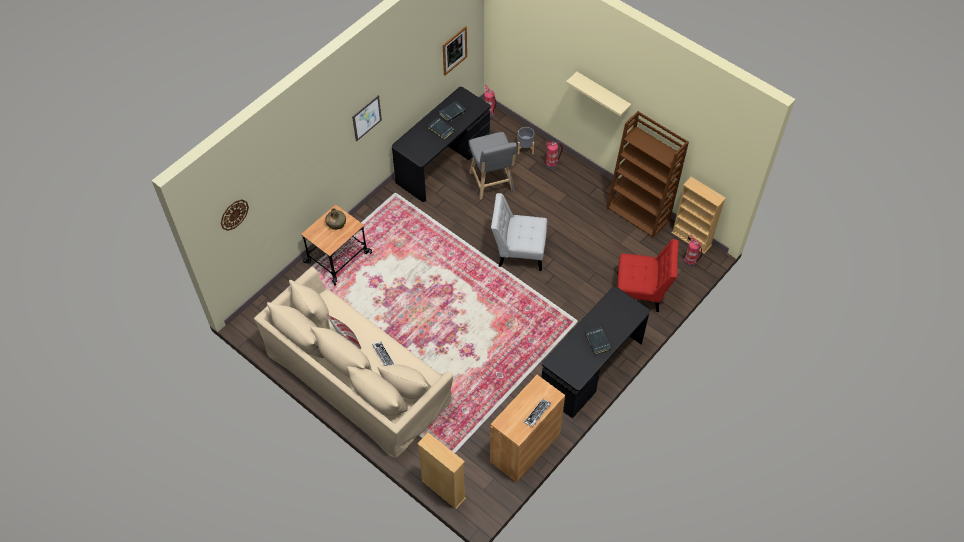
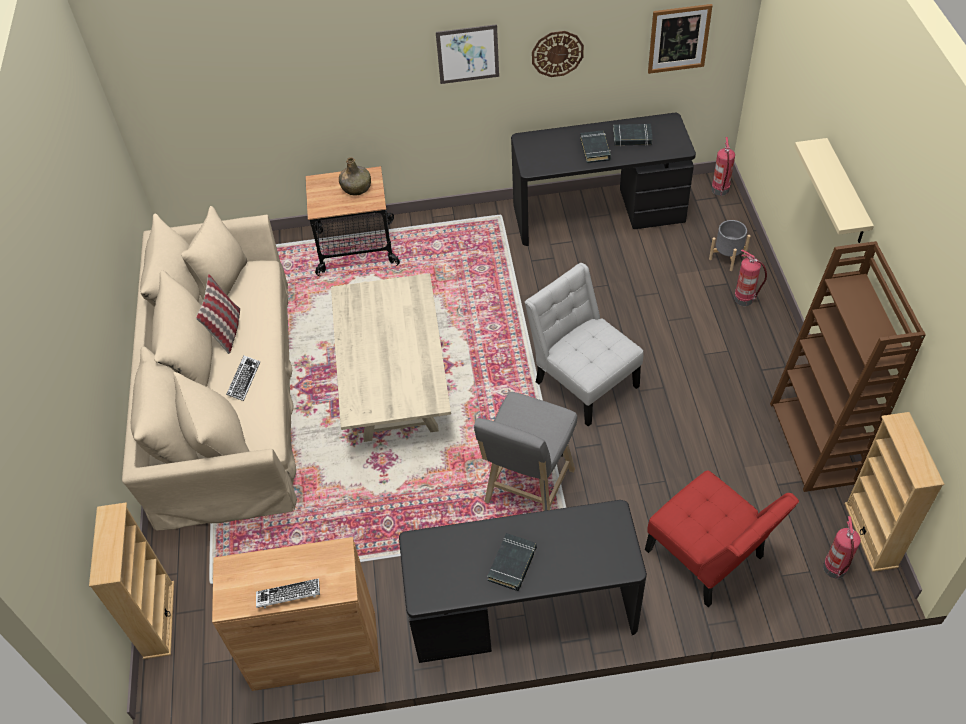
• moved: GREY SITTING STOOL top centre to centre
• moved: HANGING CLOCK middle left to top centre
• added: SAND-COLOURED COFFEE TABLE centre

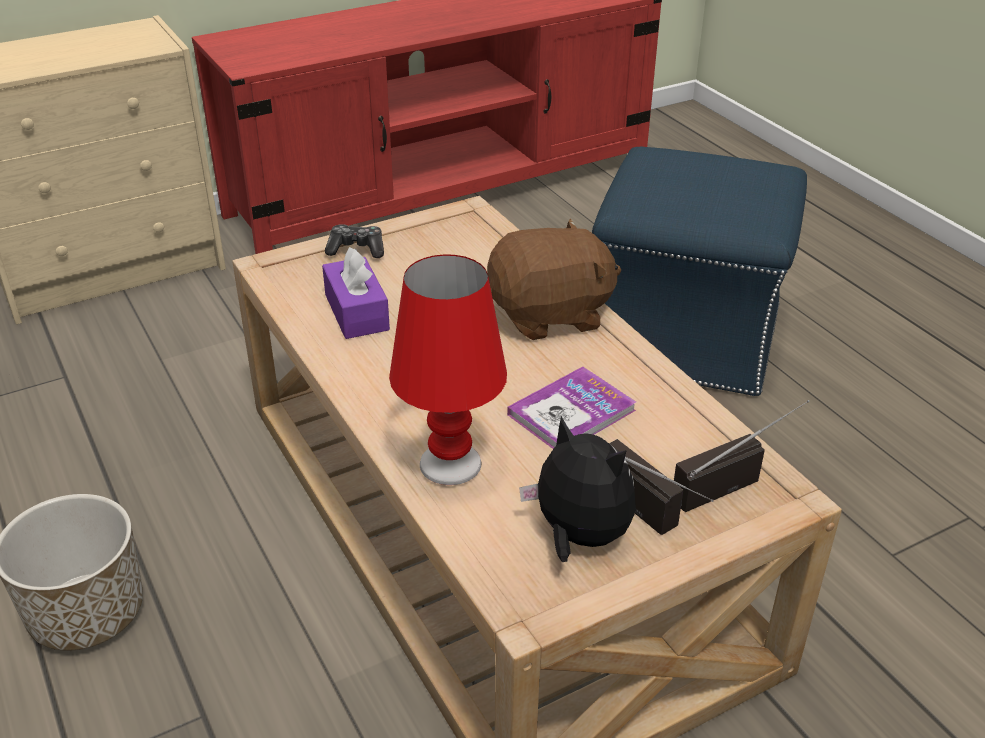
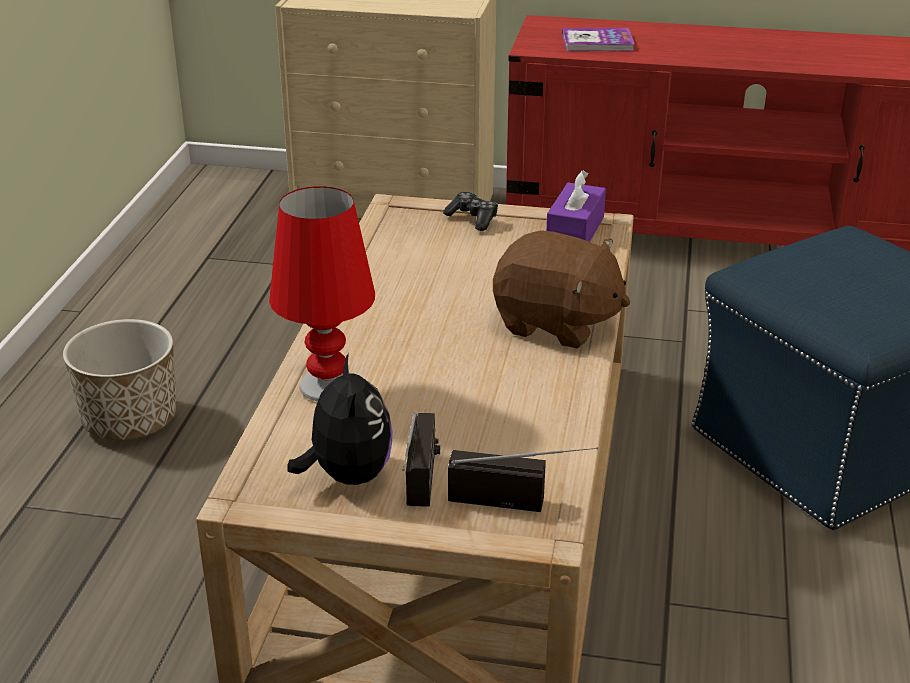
• moved: PURPLISH BOX OF TISSUES centre to top centre
• moved: BOUND BOOK centre to top centre

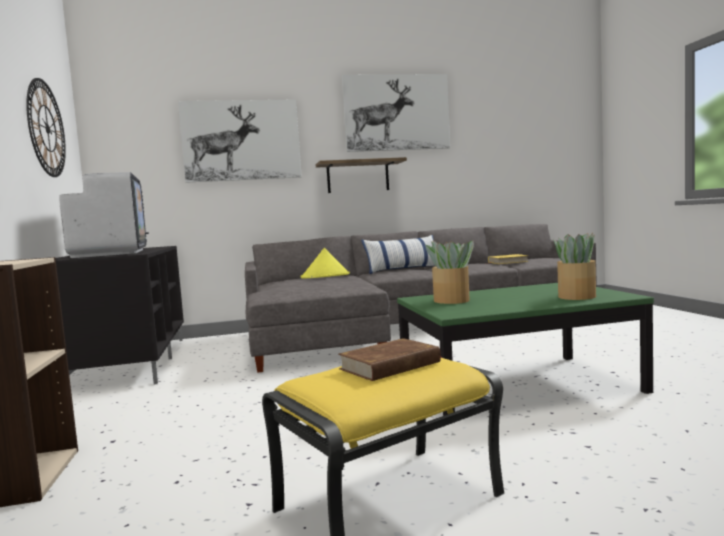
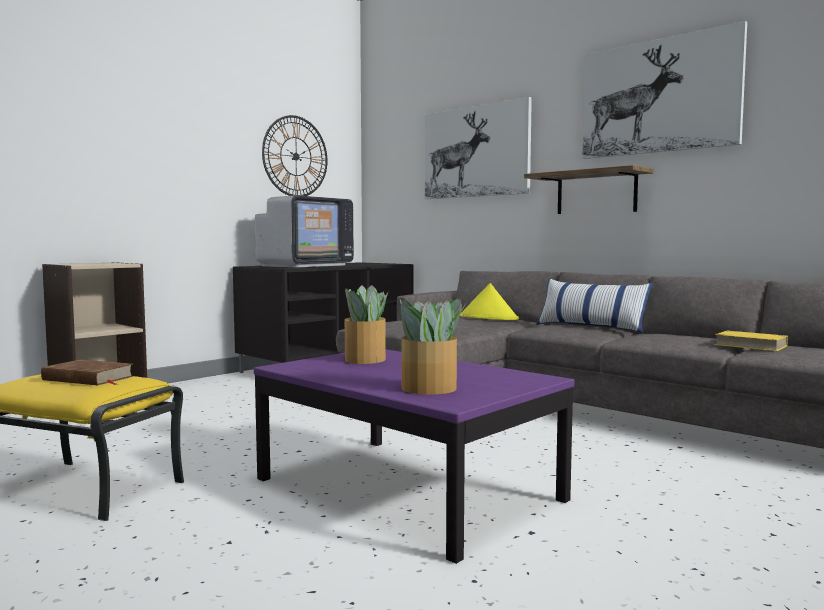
• recoloured: GREENISH COFFEE TABLE middle right to PURPLISH COFFEE TABLE bottom centre

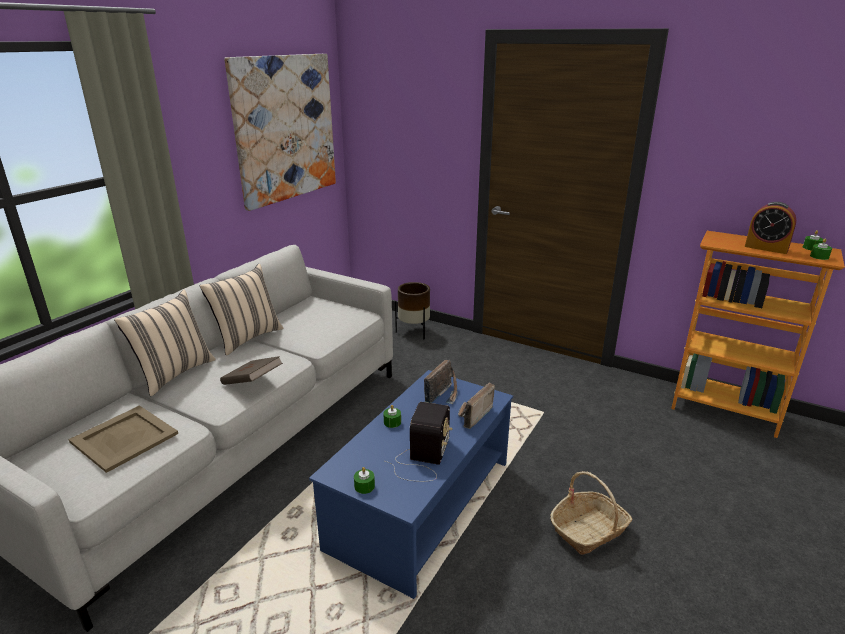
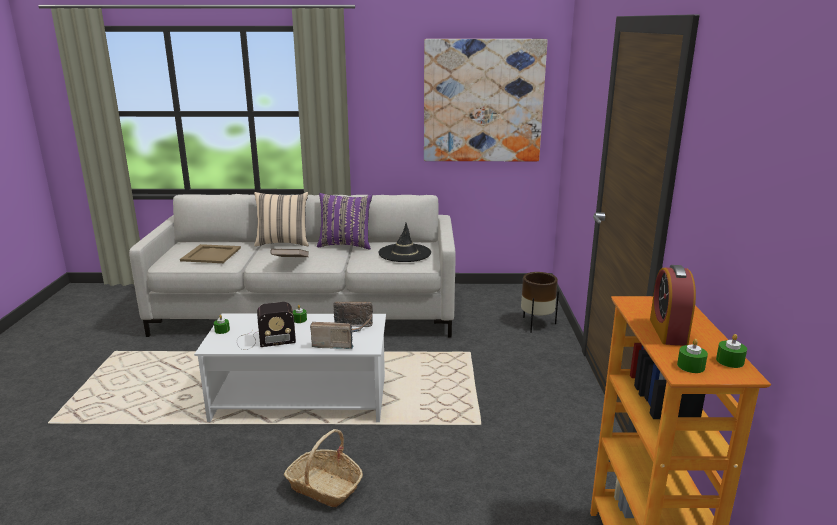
• recoloured: SAND-COLOURED PILLOW (2nd from left) middle left to PURPLISH PILLOW centre
• recoloured: BLUE COFFEE TABLE bottom centre to WHITE COFFEE TABLE bottom centre
• added: BLACKISH WEARABLE HAT centre

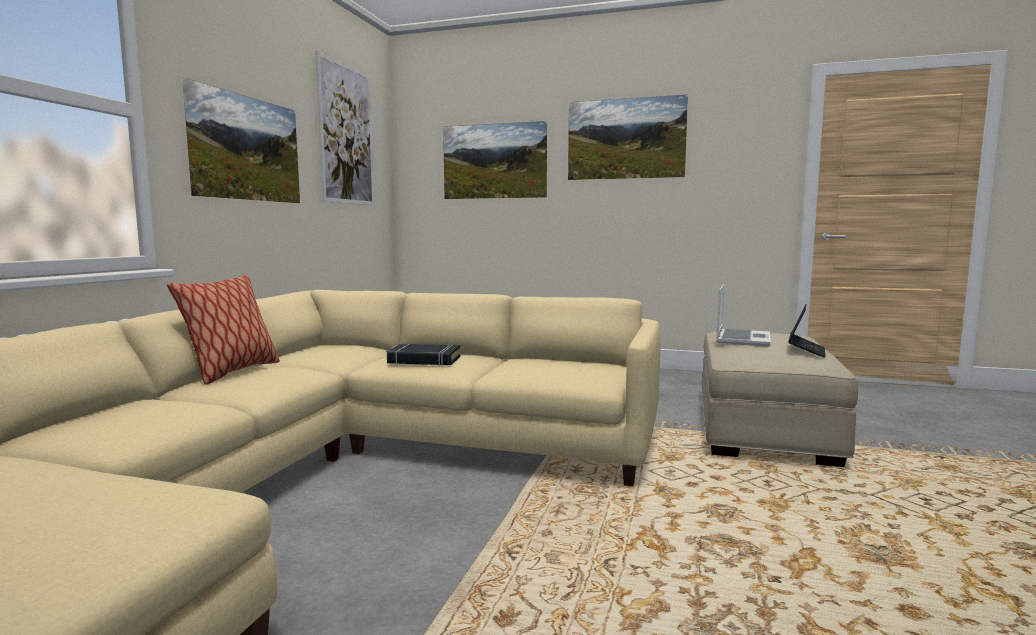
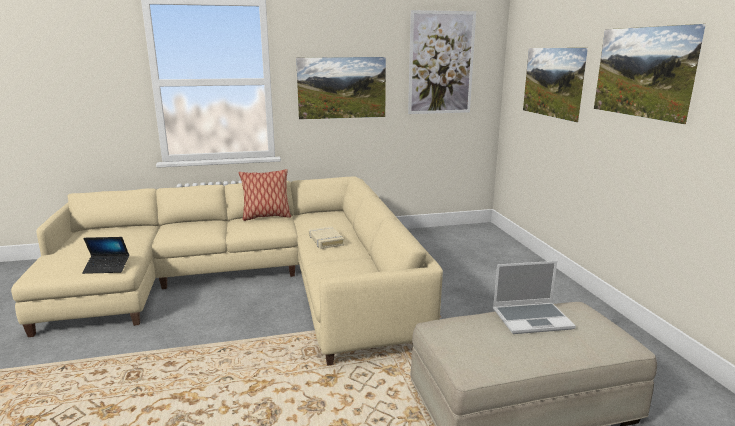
• moved: PORTABLE COMPUTER (2nd from left in the first image) middle right to PORTABLE COMPUTER (1st from left) middle left
• recoloured: BLACKISH BOUND BOOK centre to SAND-COLOURED BOUND BOOK centre

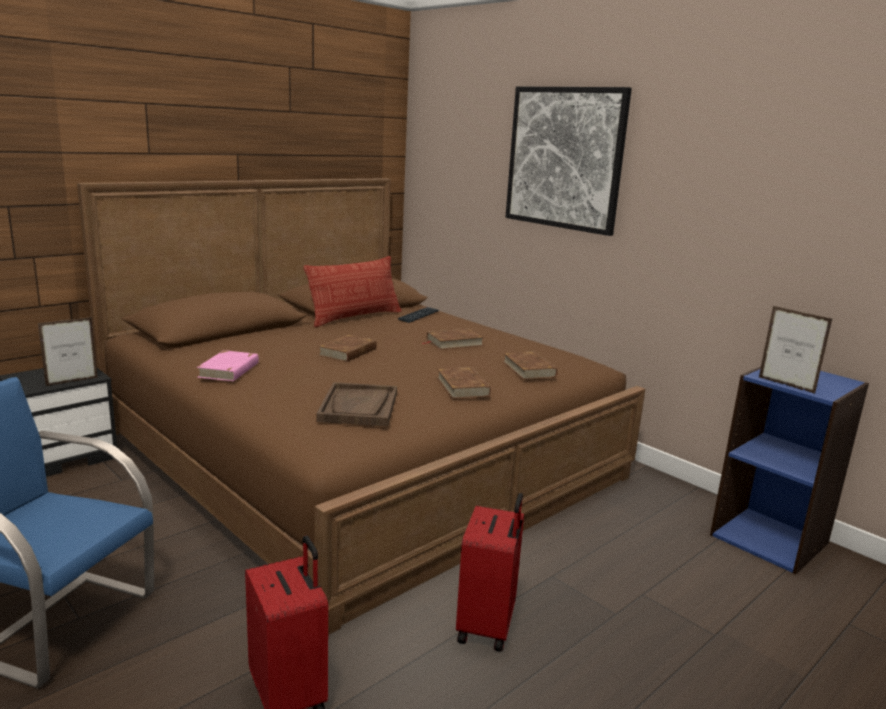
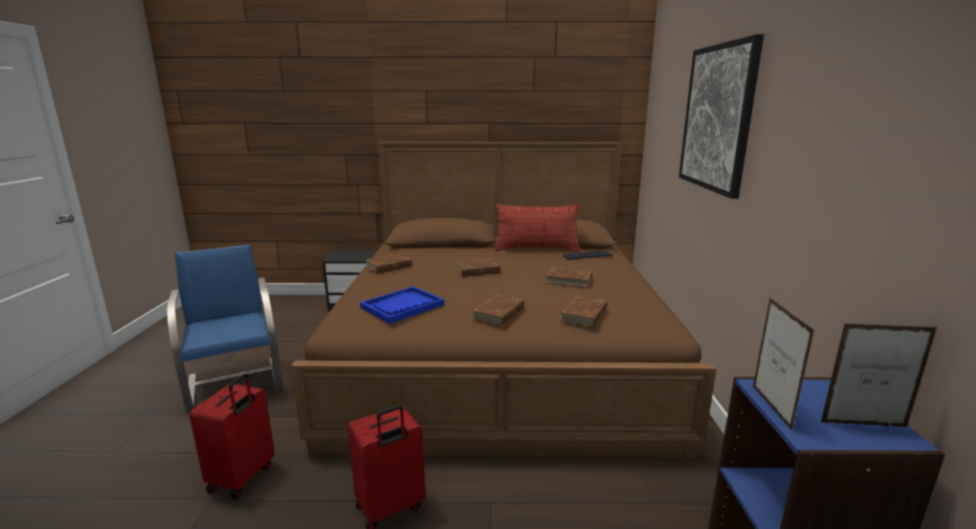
• moved: PICTURE FRAME (1st from left in the first image) middle left to PICTURE FRAME (2nd from left) bottom right
• recoloured: PINK-COLOURED BOUND BOOK middle left to BROWN BOUND BOOK (1st from left) centre
• recoloured: BROWN SERVING TRAY centre to BLUE SERVING TRAY centre

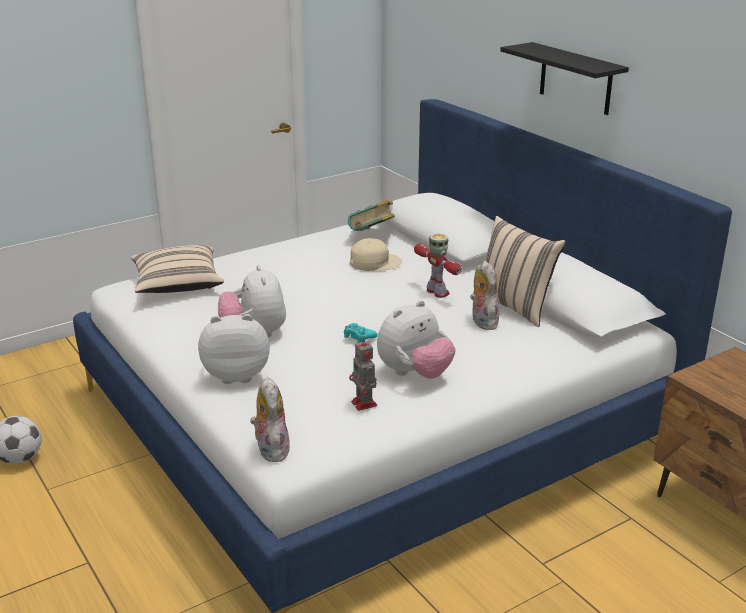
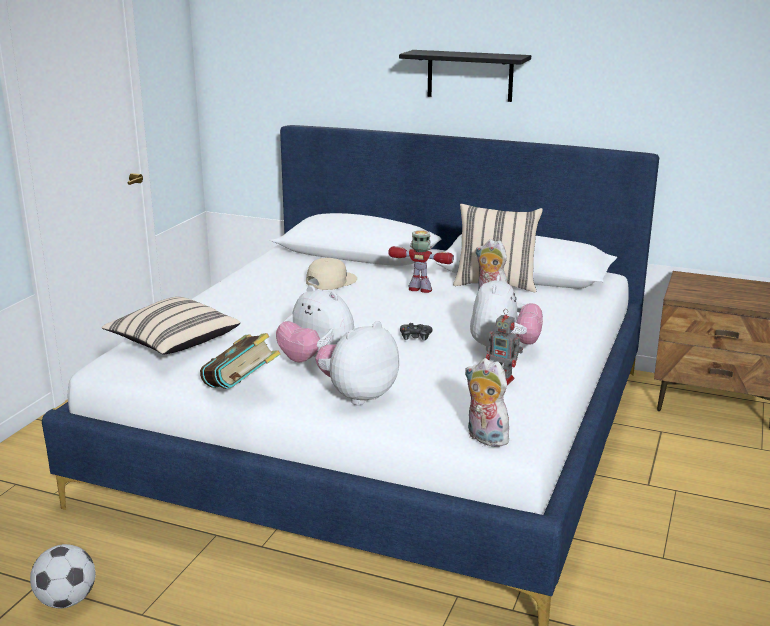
• moved: BOUND BOOK centre to middle left
• recoloured: BLUE-GREEN GAME CONTROLLER centre to BLACKISH GAME CONTROLLER centre

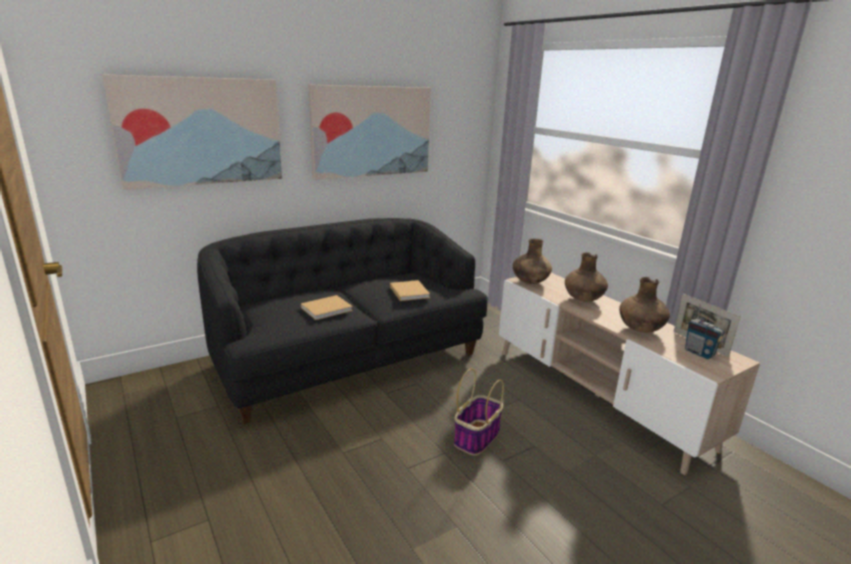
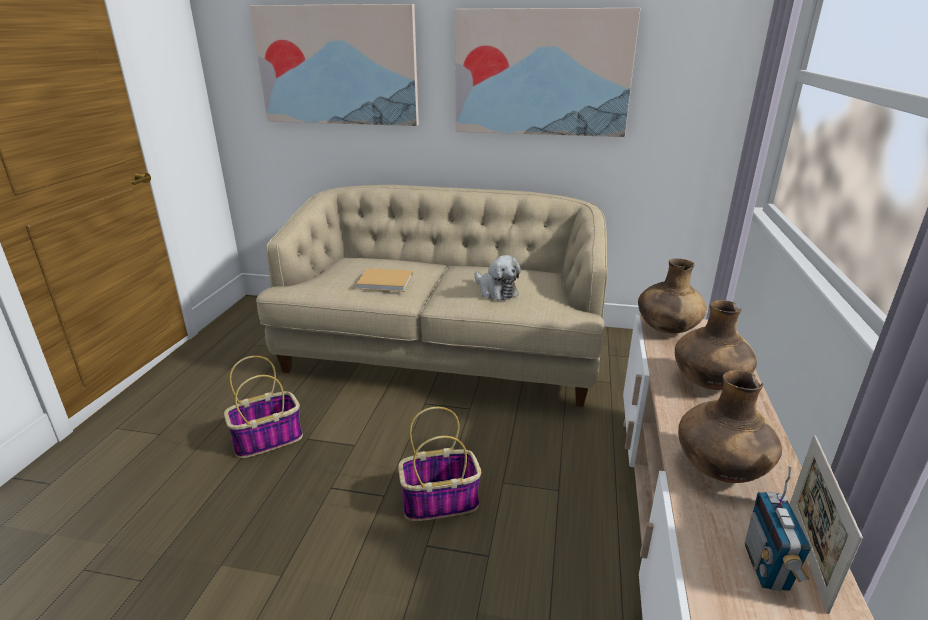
• recoloured: BLACKISH SETTEE centre to SAND-COLOURED SETTEE centre
• replaced: SAND-COLOURED BOUND BOOK (2nd from left) centre to PLUSH TOY centre
• added: HOUSEHOLD BASKET (1st from left) middle left

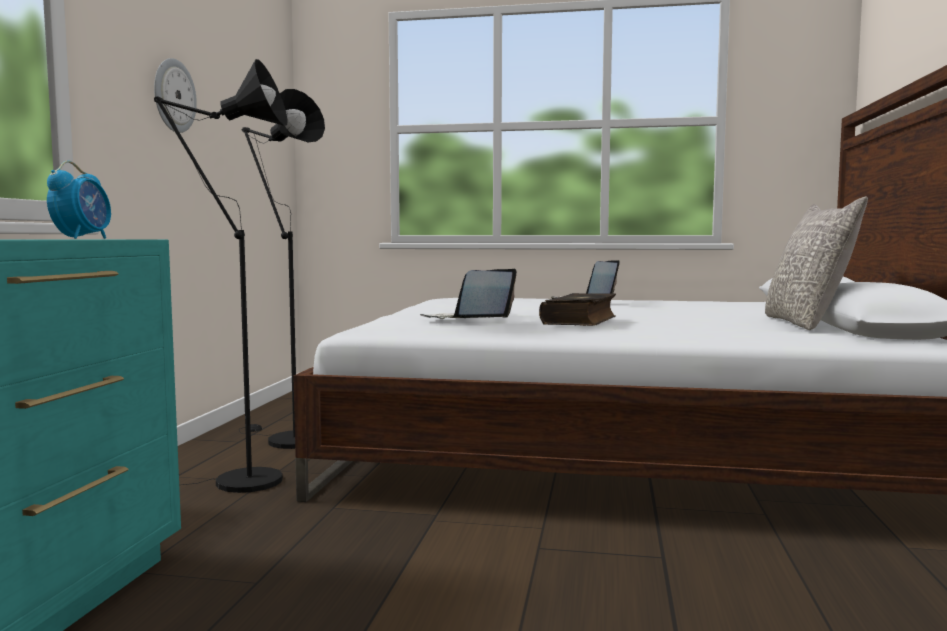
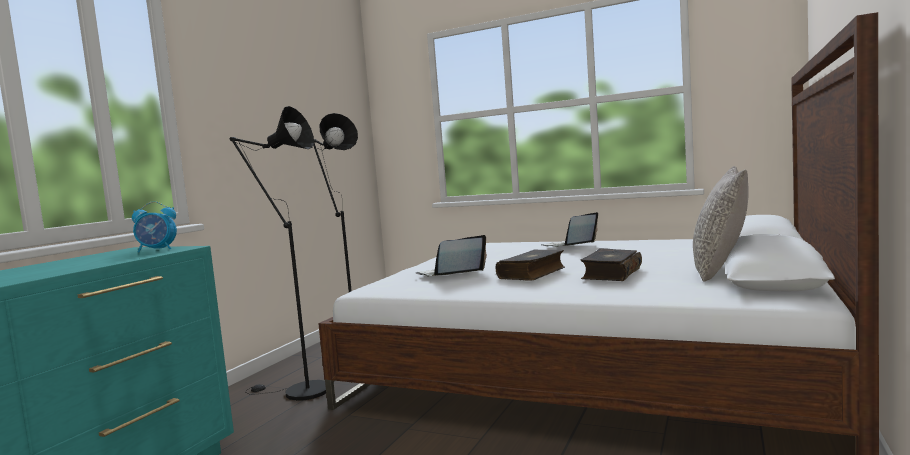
• removed: HANGING CLOCK top left
• turned: TABLE CLOCK top left = middle left 60 degrees clockwise
• added: BOUND BOOK (2nd from left) middle right

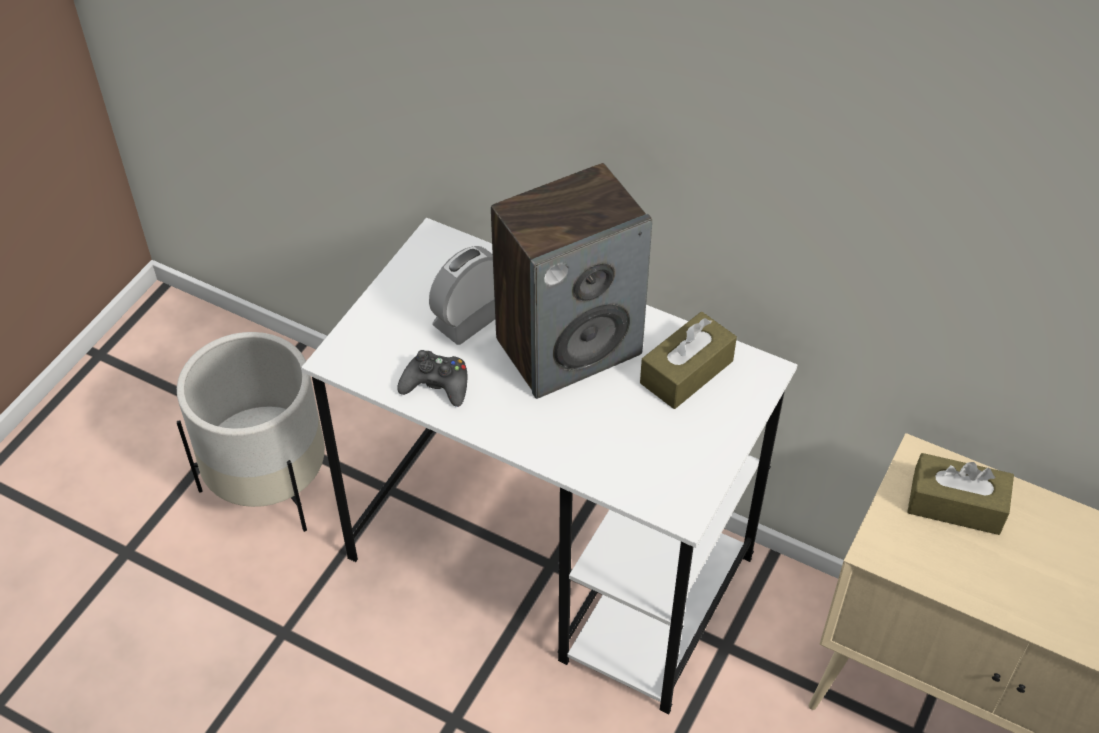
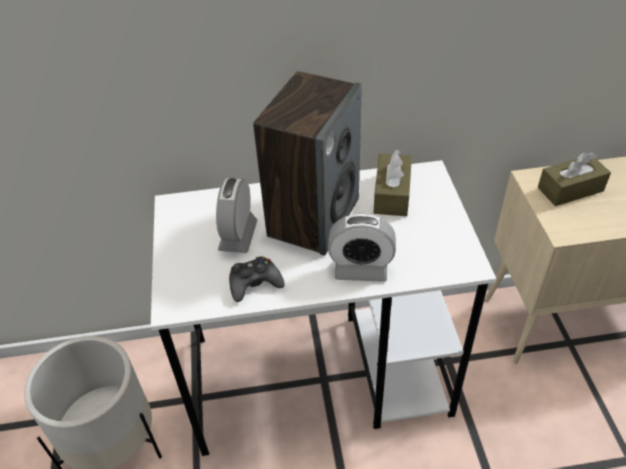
• added: TABLE CLOCK (2nd from left) centre

